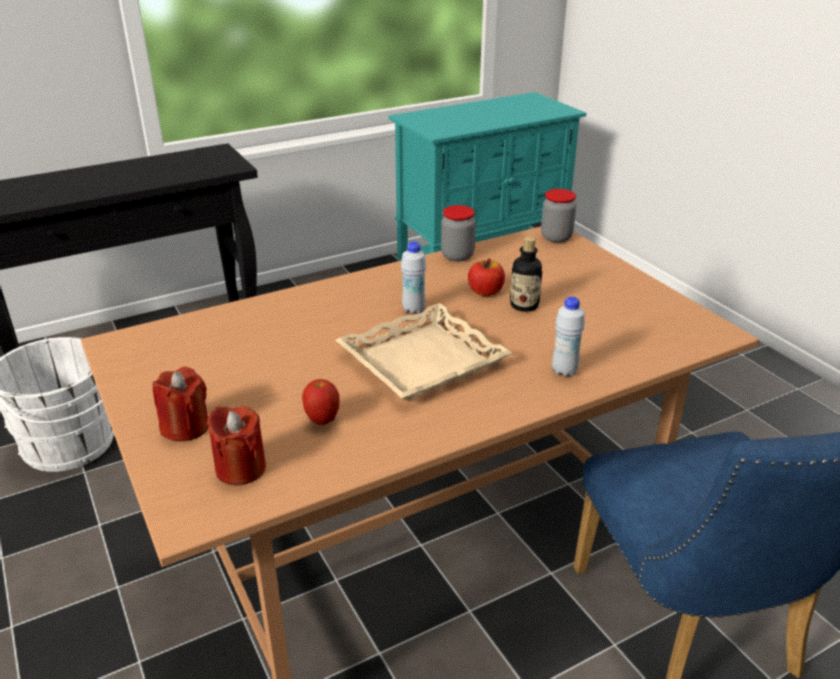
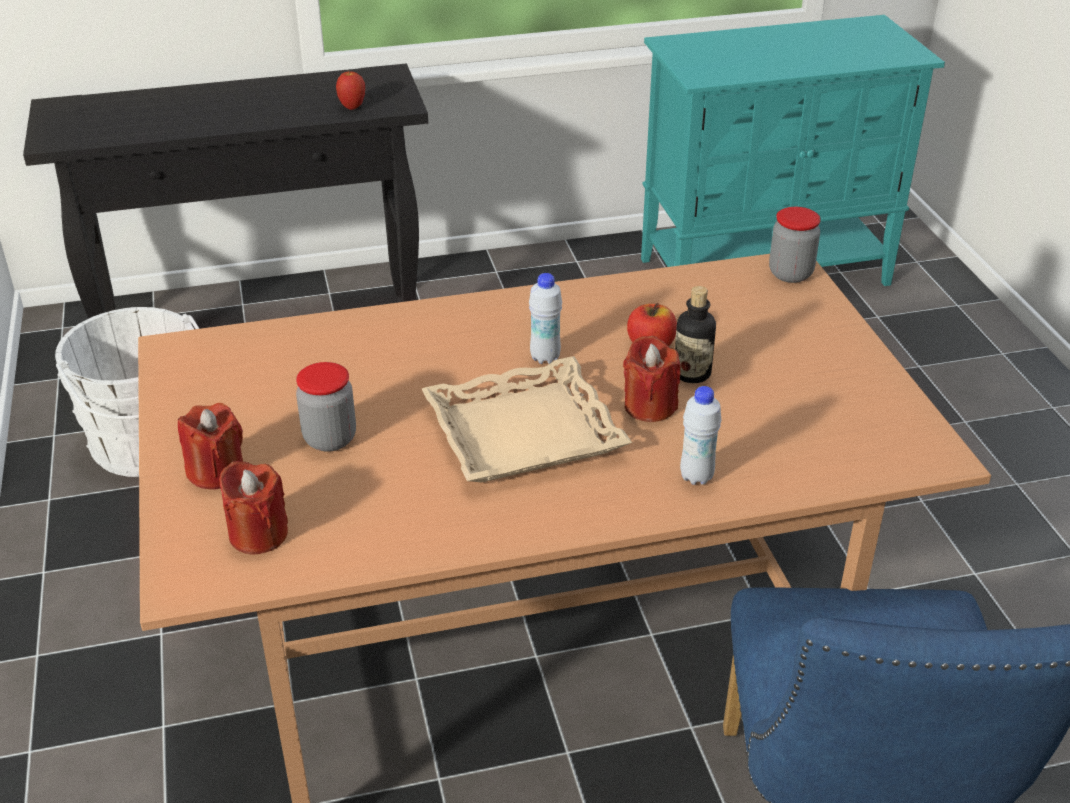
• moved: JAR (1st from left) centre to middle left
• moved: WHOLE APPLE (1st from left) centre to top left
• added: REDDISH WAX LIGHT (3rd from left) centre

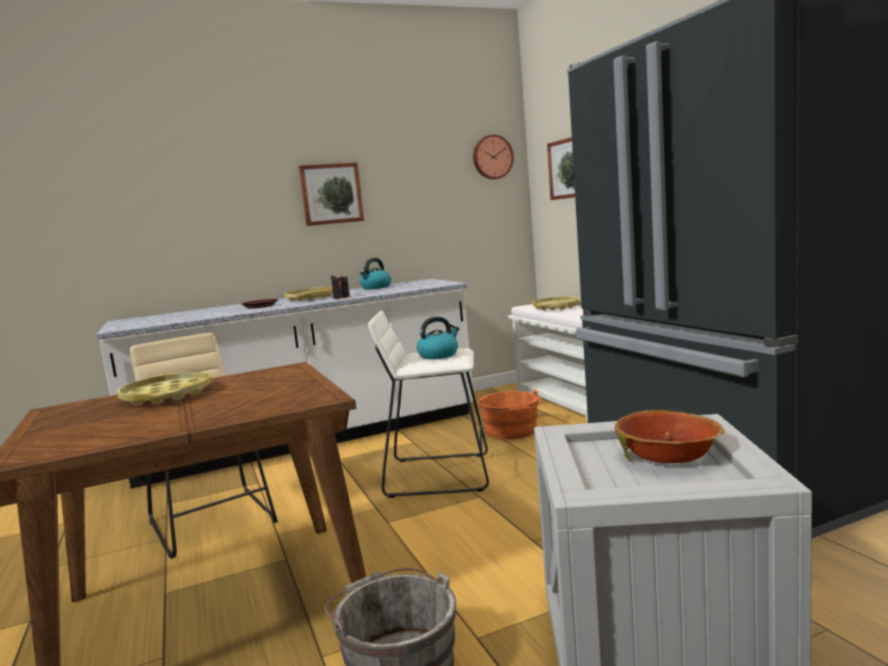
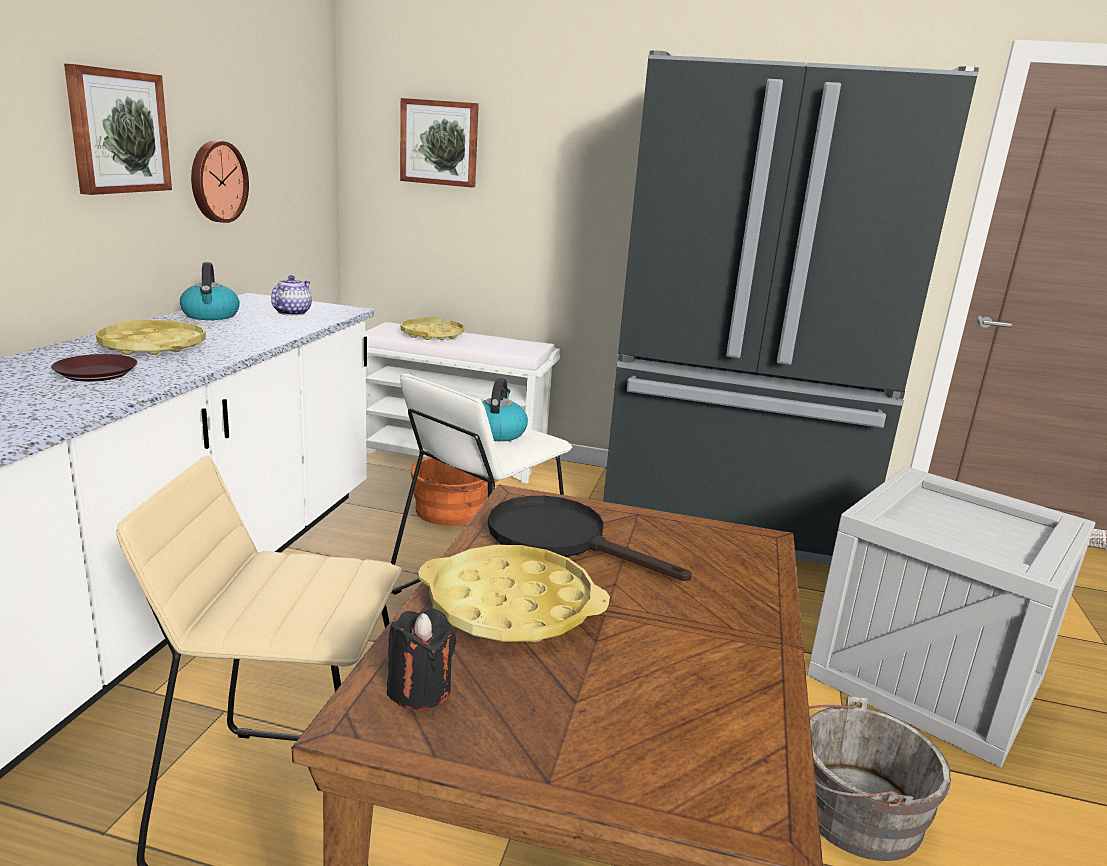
• moved: HANGING CLOCK top centre to top left
• moved: BLACKISH WAX LIGHT centre to bottom centre
• removed: DEEP DISH middle right
• added: TEAPOT middle left
• added: BLACKISH PAN centre

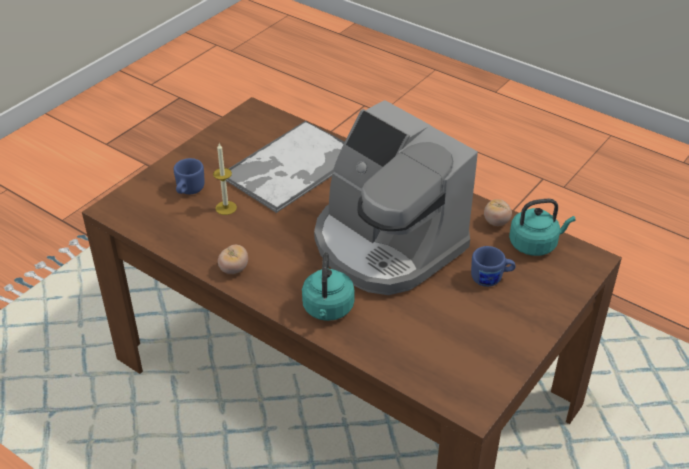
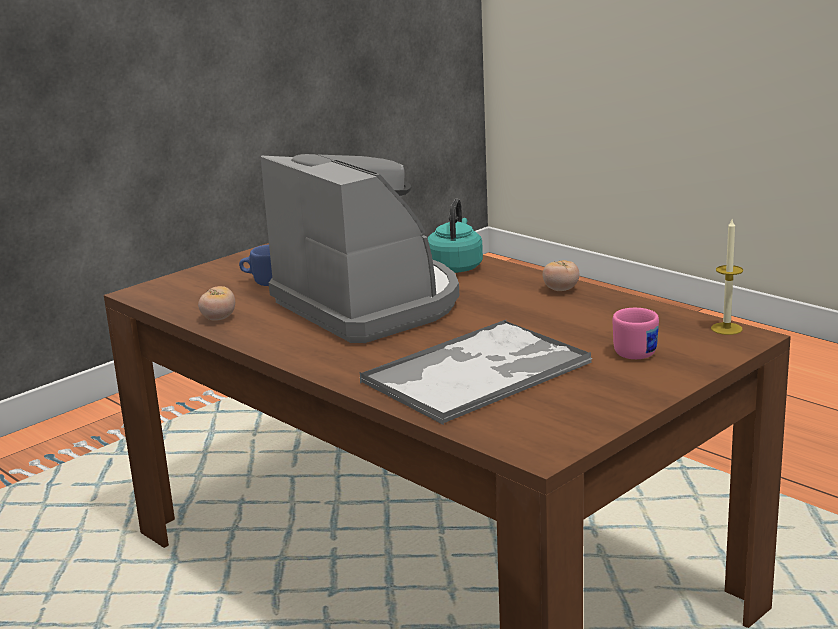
• moved: WAX LIGHT middle left to middle right
• recoloured: BLUE MUG (1st from left) middle left to PINK-COLOURED MUG middle right
• removed: BLUE-GREEN WATER KETTLE (2nd from left) middle right

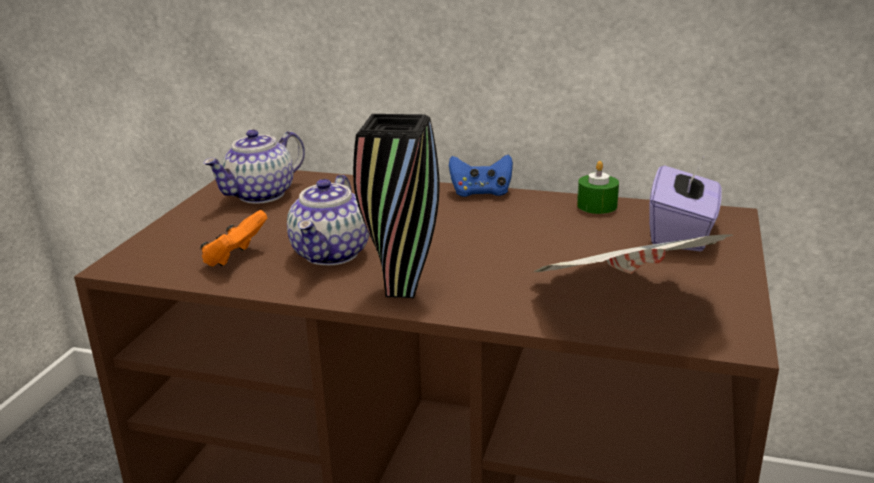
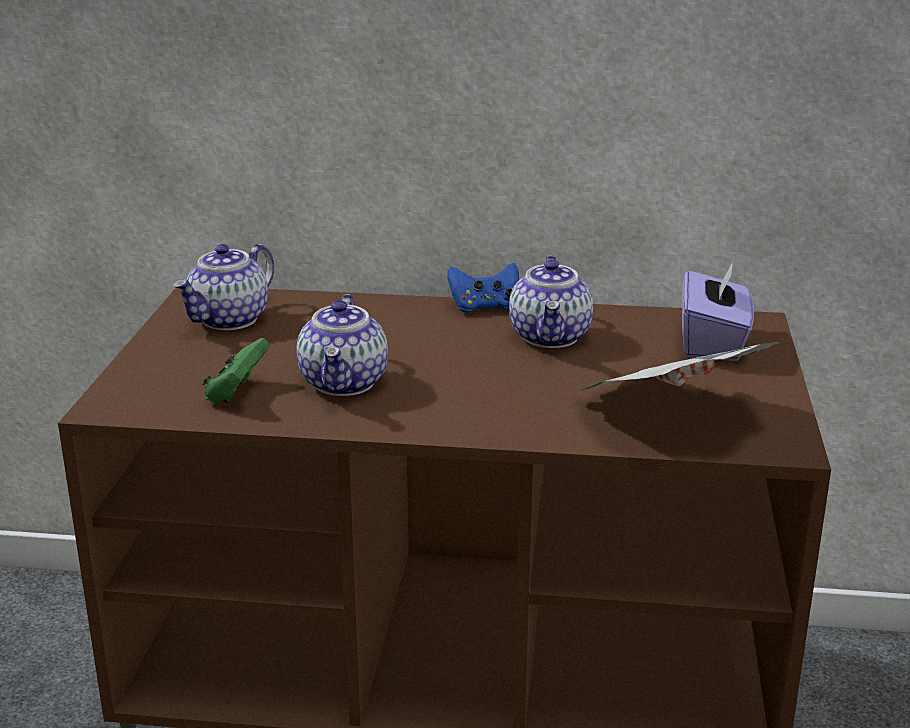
• removed: BLACKISH FLOWER VASE centre
• removed: GREENISH WAX LIGHT middle right
• recoloured: ORANGEY GAME CONTROLLER middle left to GREENISH GAME CONTROLLER middle left
• added: TEAPOT (3rd from left) centre

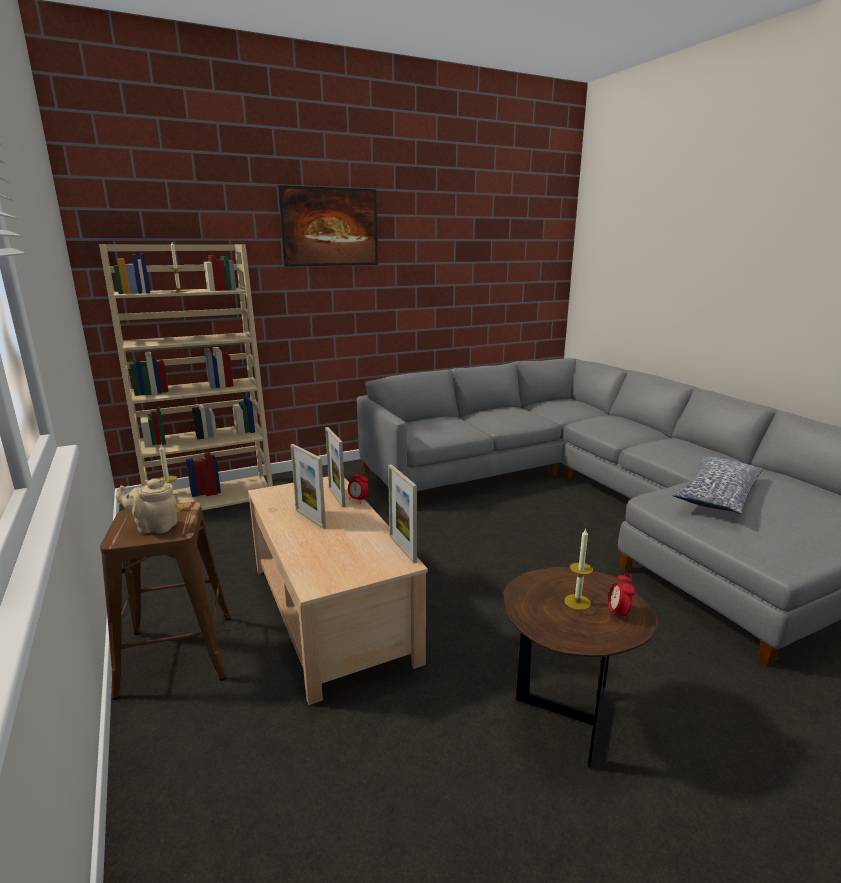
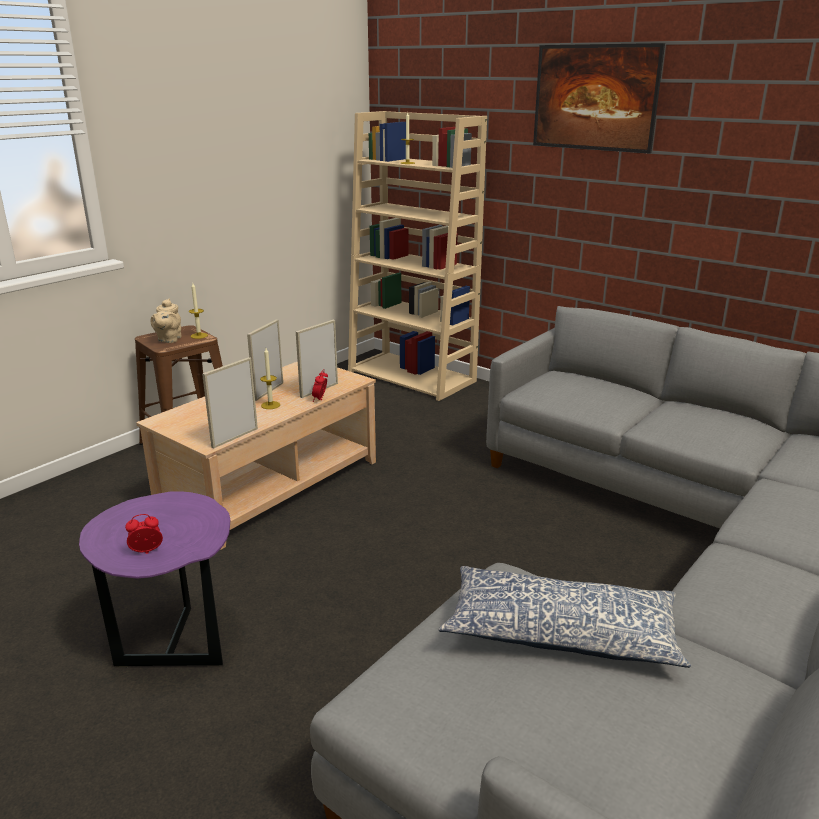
• turned: SAND-COLOURED TEAPOT middle left = middle left 150 degrees counterclockwise
• moved: WAX LIGHT (3rd from left in the first image) middle right to WAX LIGHT (2nd from left) middle left
• recoloured: BROWN ACCENT TABLE bottom right to PURPLISH ACCENT TABLE bottom left

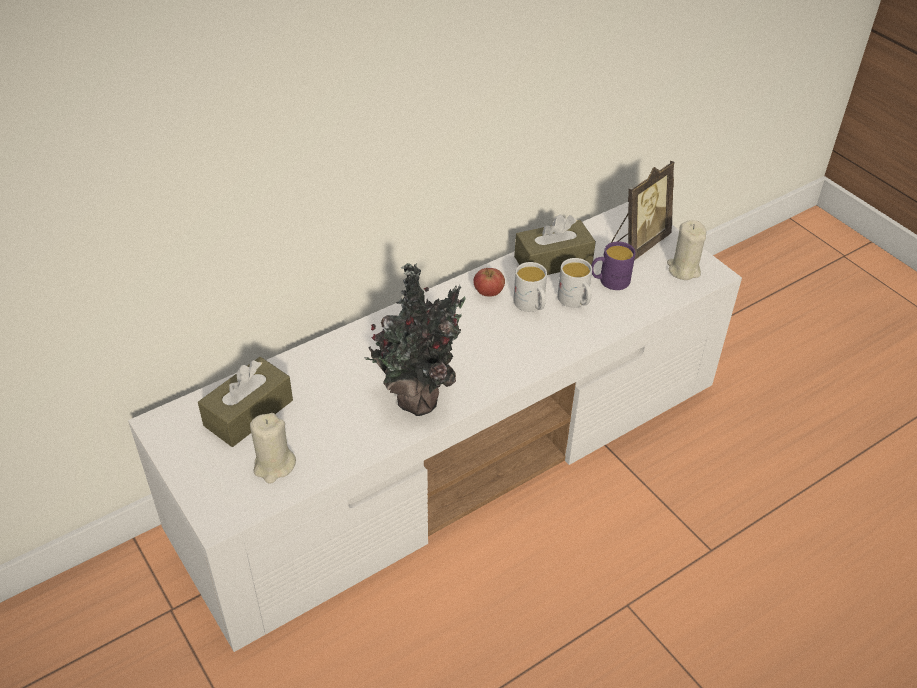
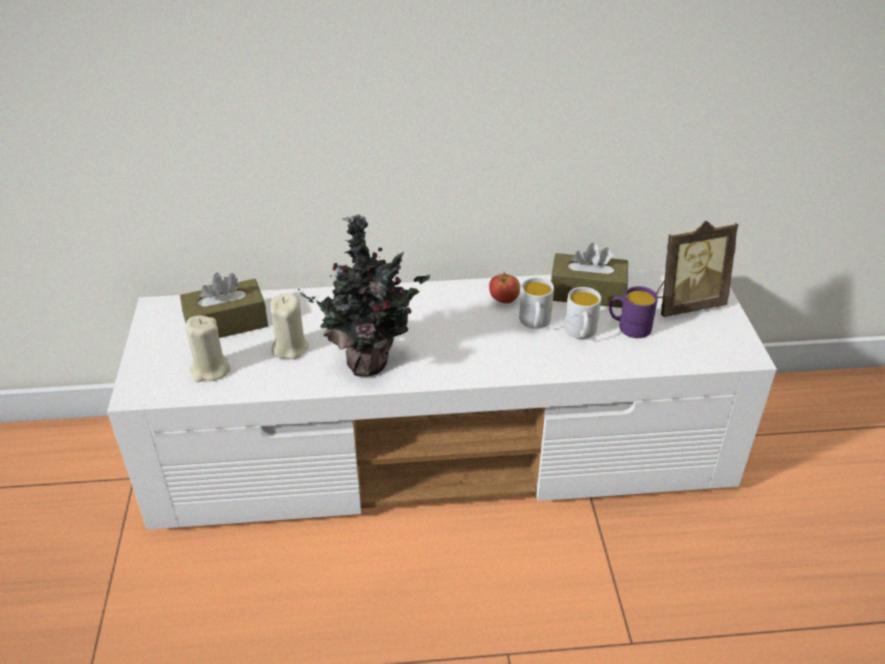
• moved: SAND-COLOURED WAX LIGHT (2nd from left) middle right to middle left

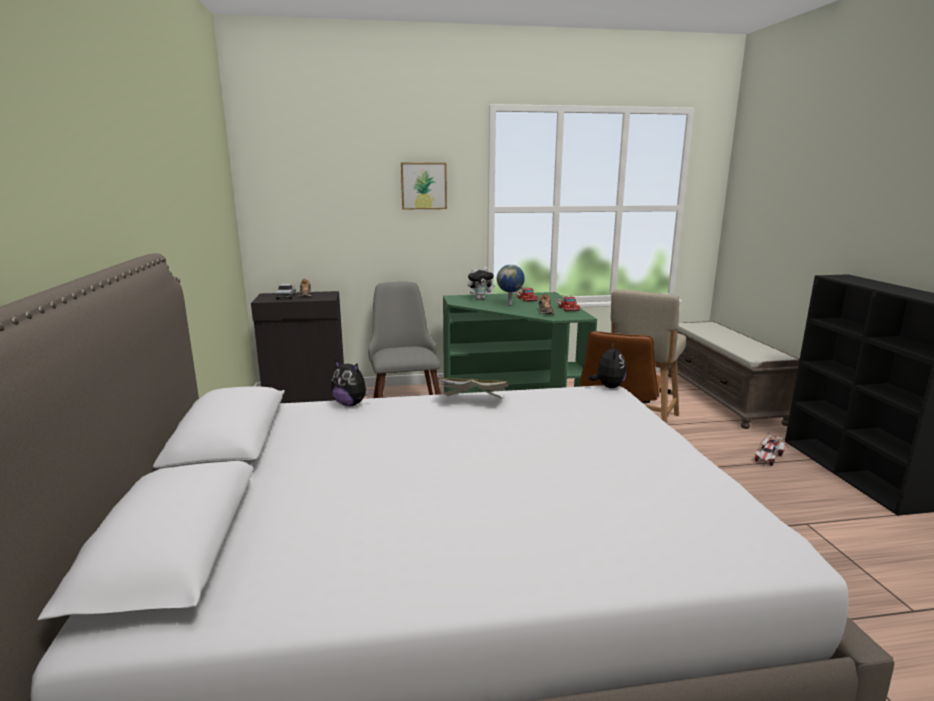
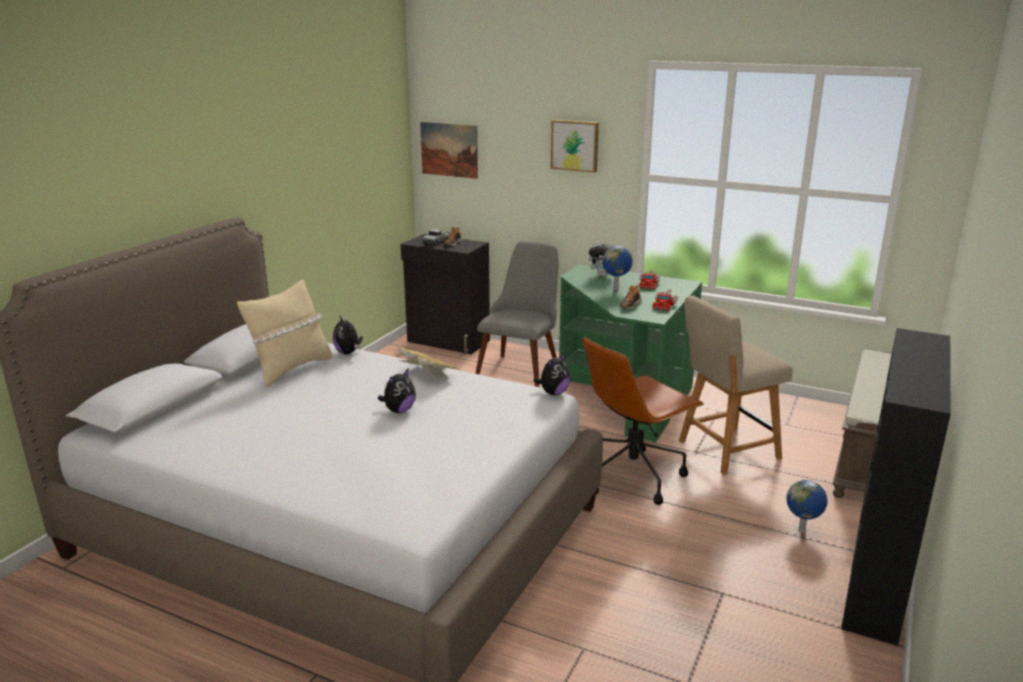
• replaced: MODEL CAR middle right to GLOBE (2nd from left) bottom right
• added: WALL PICTURE (1st from left) top centre
• added: SAND-COLOURED PILLOW middle left
• added: PLUSH TOY (2nd from left) centre

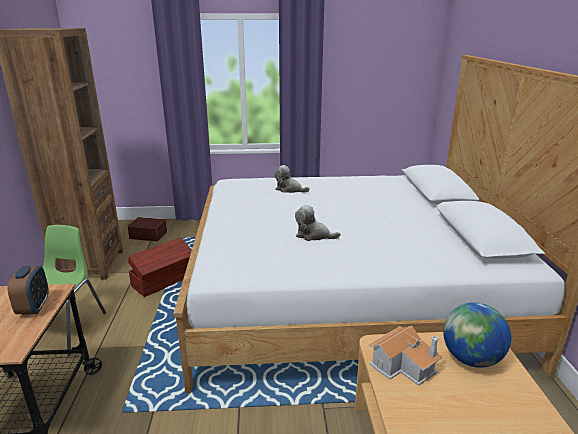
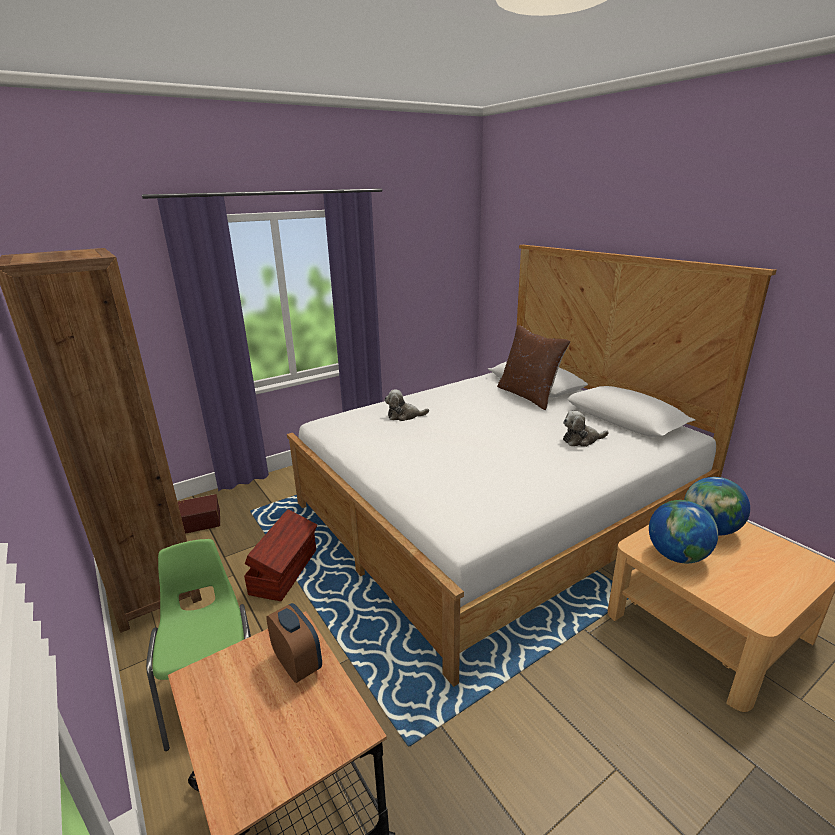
• moved: PLUSH TOY (2nd from left) centre to middle right
• replaced: TOY HOUSE bottom right to GLOBE (1st from left) middle right
• added: BROWN PILLOW centre

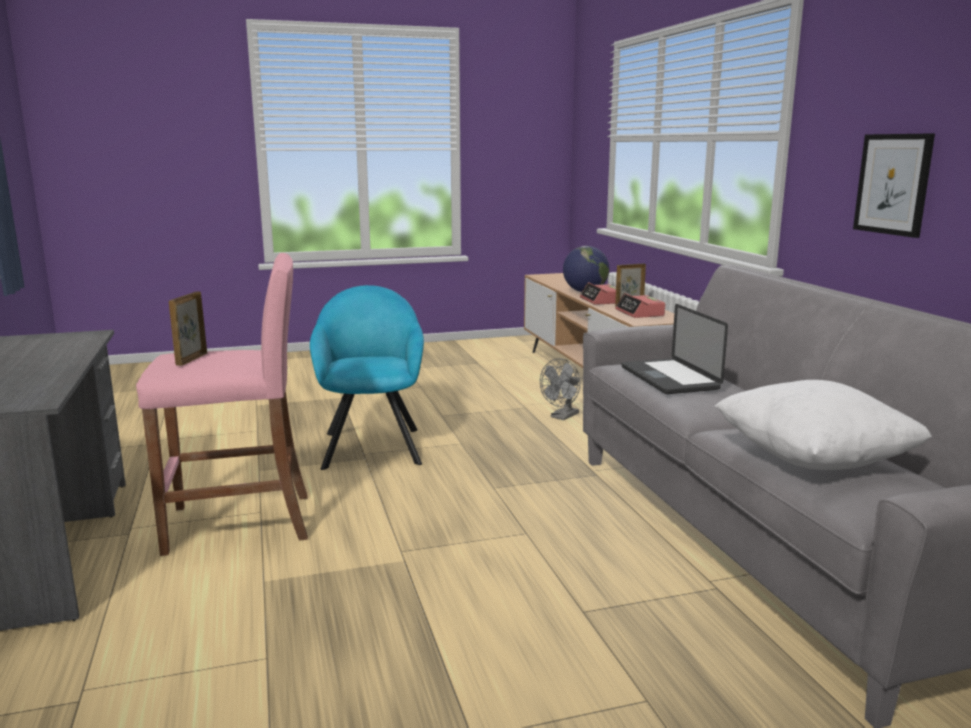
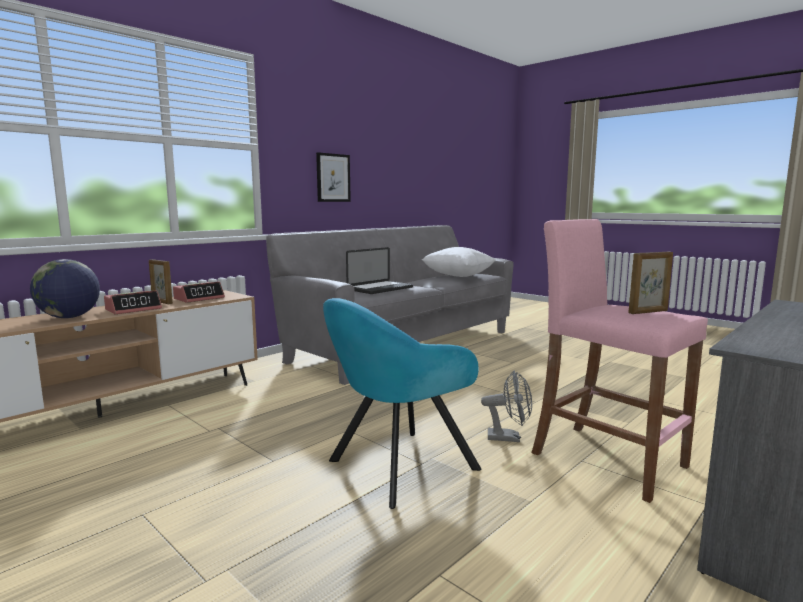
• moved: GREY COOLING FAN centre to bottom centre

